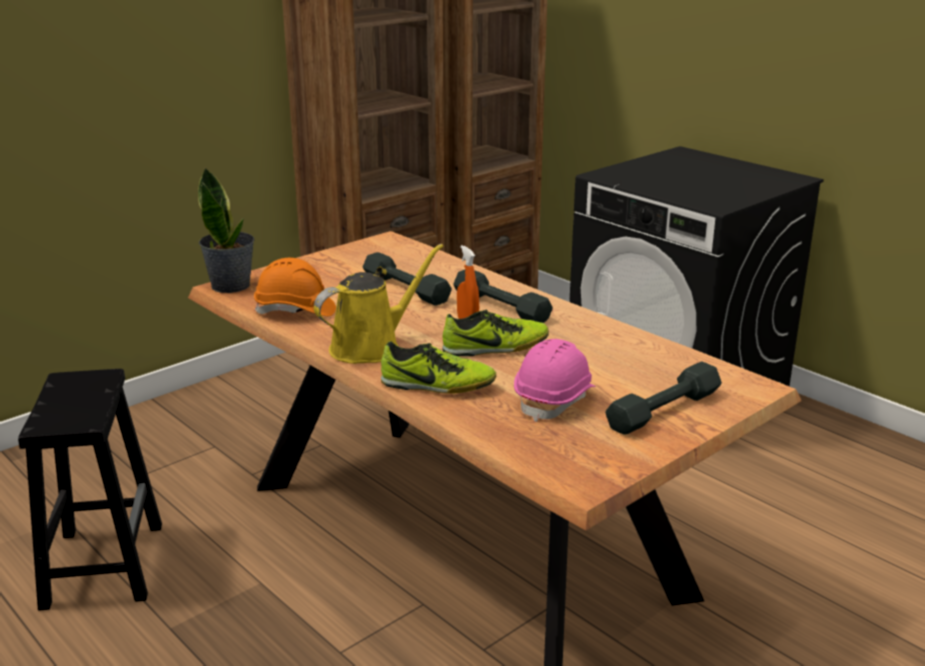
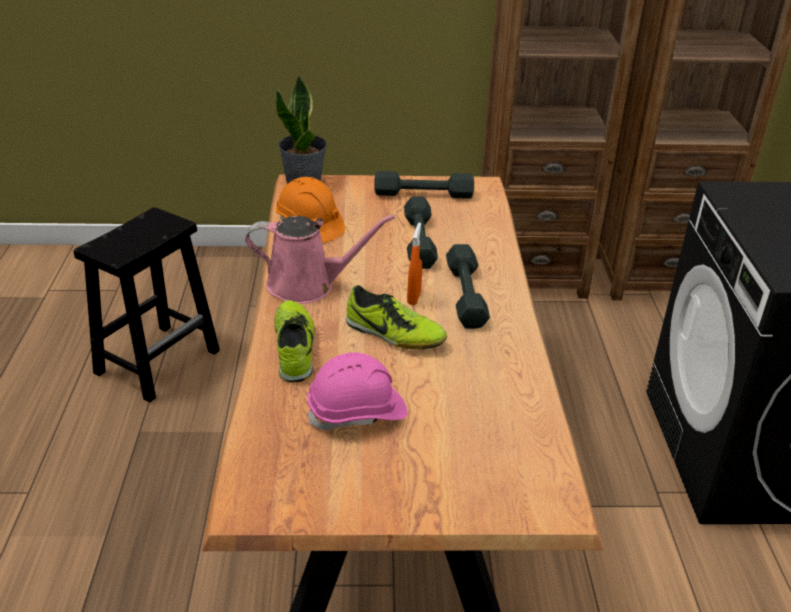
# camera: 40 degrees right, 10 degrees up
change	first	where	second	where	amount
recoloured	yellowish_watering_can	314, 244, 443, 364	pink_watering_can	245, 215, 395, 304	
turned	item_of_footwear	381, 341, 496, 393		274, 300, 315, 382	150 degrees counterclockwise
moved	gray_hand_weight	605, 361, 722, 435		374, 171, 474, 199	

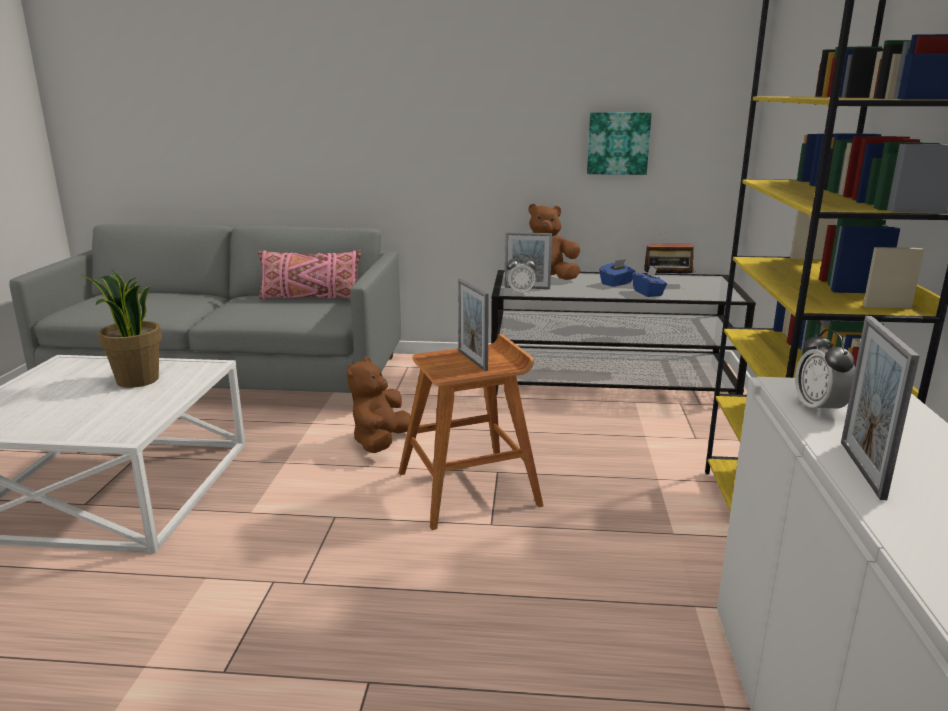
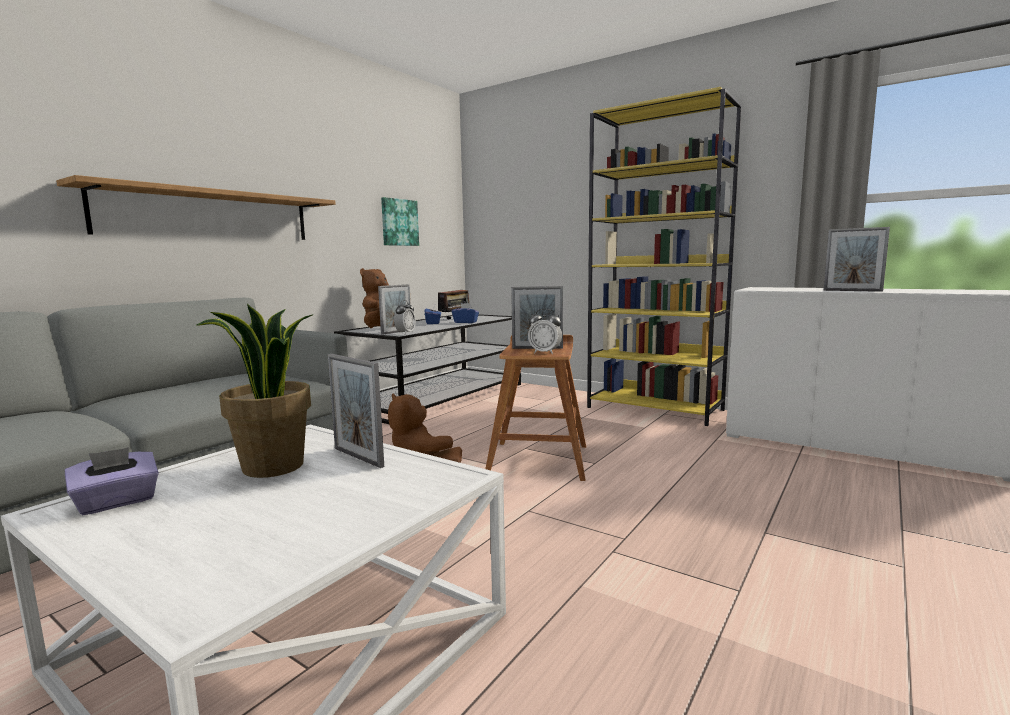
# camera: 60 degrees left, 10 degrees down
change	first	where	second	where	amount
removed	pink_pillow	258, 250, 361, 300			
moved	table_clock	795, 329, 855, 417		528, 309, 562, 354	
added			wall_shelf	56, 175, 335, 240	
added			standing_frame	328, 354, 384, 468	
added			purple_tissue_box	65, 447, 159, 516	

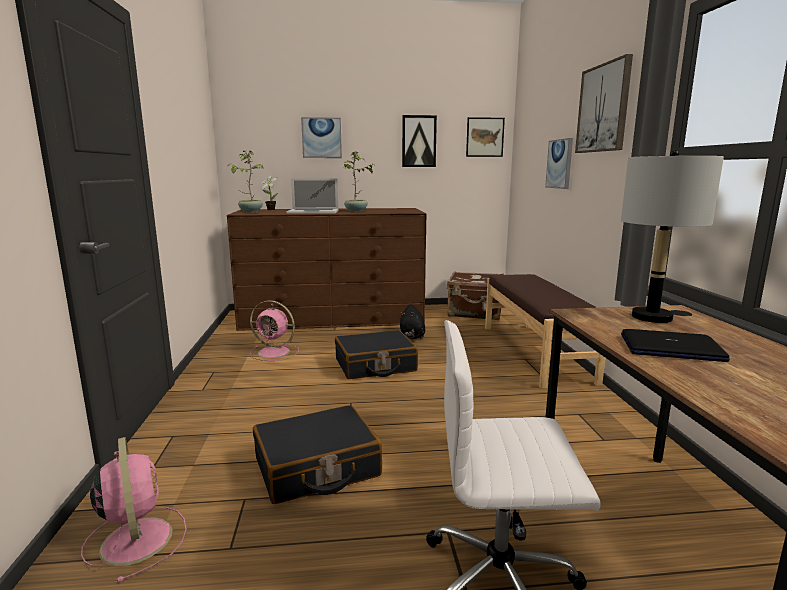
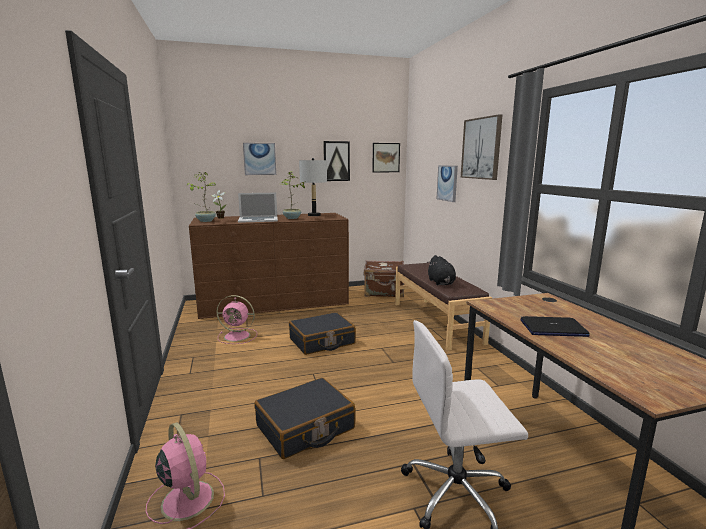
# camera: 10 degrees left, 0 degrees up
change	first	where	second	where	amount
moved	gray_tabletop_lamp	621, 150, 724, 323		299, 158, 327, 216	
moved	black_plush_toy	400, 304, 425, 339		427, 255, 456, 285	

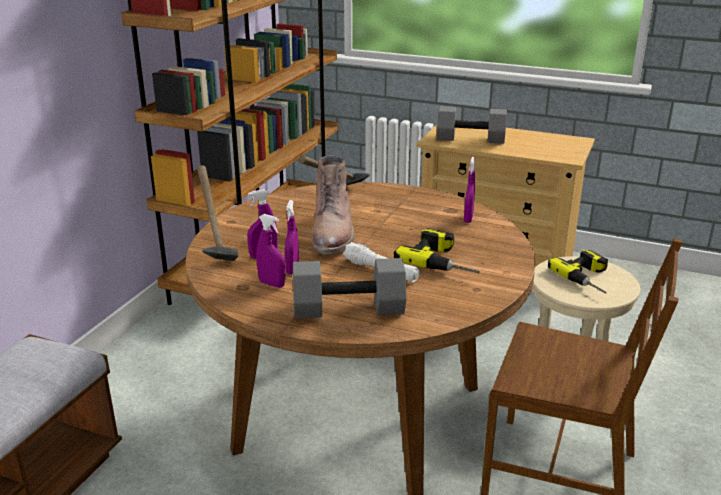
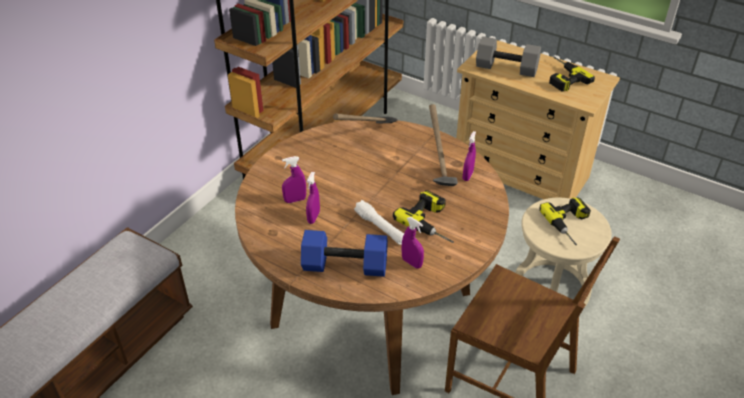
# camera: 10 degrees right, 15 degrees up
change	first	where	second	where	amount
removed	brown_tall_boot	312, 155, 355, 254			
moved	tool_hammer	197, 165, 239, 261		429, 104, 458, 186	
moved	purple_sprayer	256, 214, 285, 288		402, 217, 424, 269	
recoloured	gray_hand_weight	293, 258, 407, 319	bluish_hand_weight	301, 230, 388, 277	
added			drill	549, 56, 595, 92	

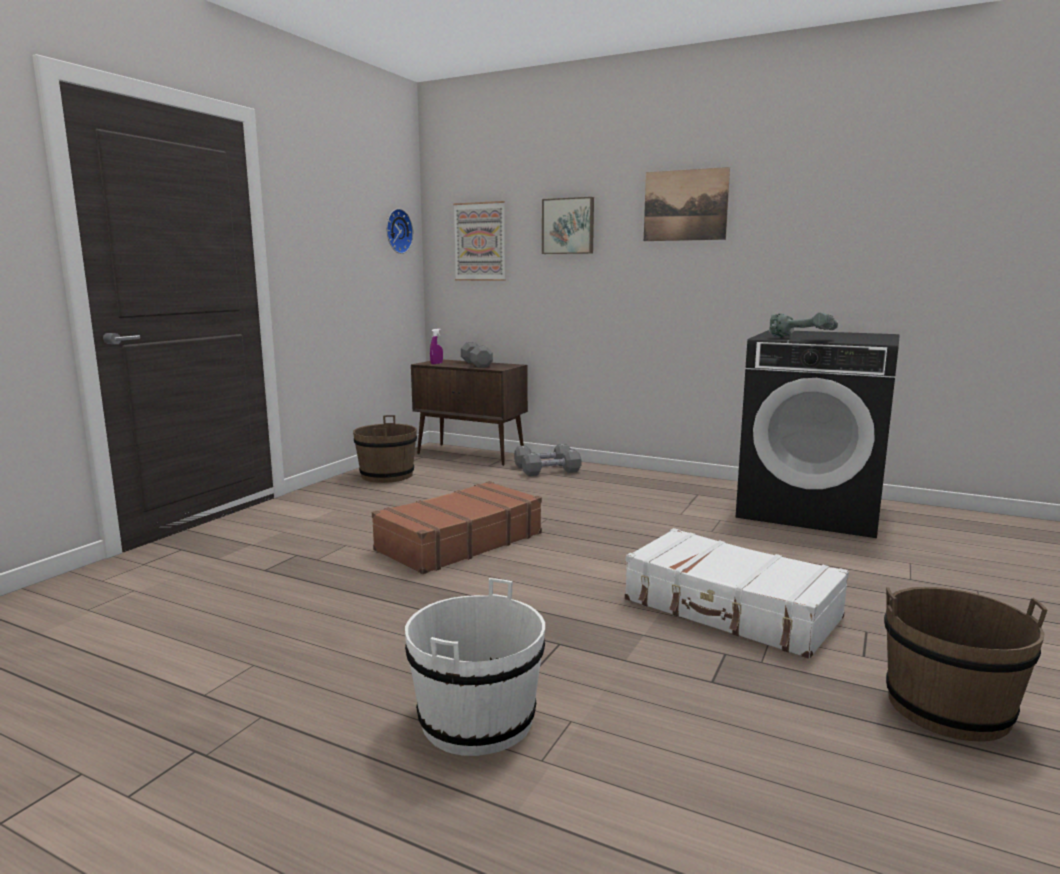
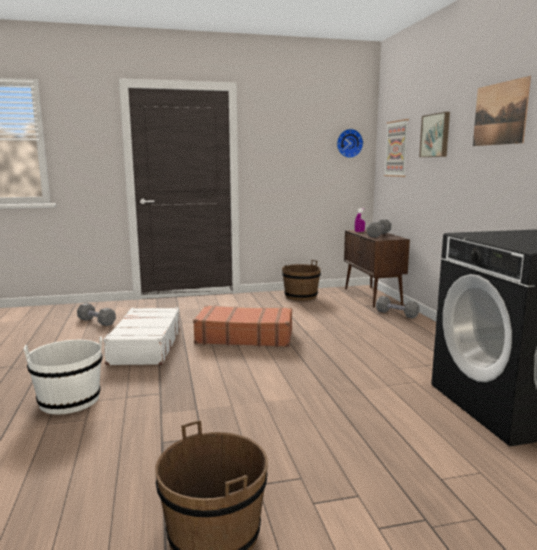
# camera: 50 degrees right, 0 degrees up
change	first	where	second	where	amount
removed	drill	769, 312, 838, 337			
moved	gray_hand_weight	522, 449, 582, 476		77, 303, 116, 326	
moved	whitish_piece_of_luggage	625, 528, 849, 659		103, 307, 180, 365	

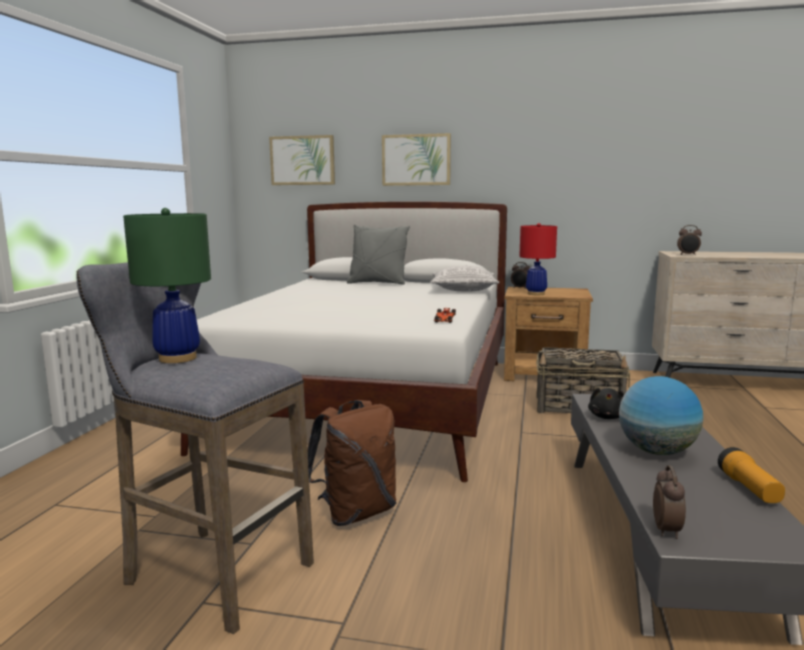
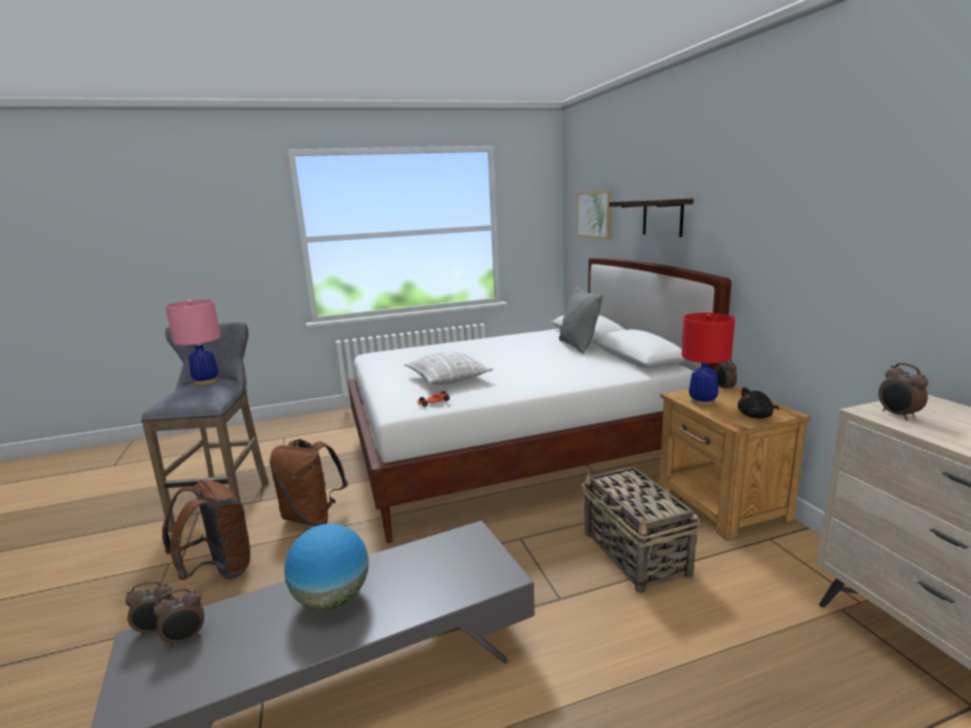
# camera: 60 degrees right, 5 degrees up
change	first	where	second	where	amount
replaced	wall_art	382, 133, 451, 186	wall_shelf	609, 199, 693, 237	
recoloured	green_tabletop_lamp	123, 208, 211, 363	pink_tabletop_lamp	165, 300, 221, 385	
moved	pillow	430, 266, 499, 291		405, 352, 493, 385	
moved	black_plush_toy	588, 388, 624, 419		738, 387, 779, 418	
removed	torch	718, 447, 785, 503			
added			brown_backpack	162, 480, 252, 580	
added			table_clock	154, 588, 204, 648	

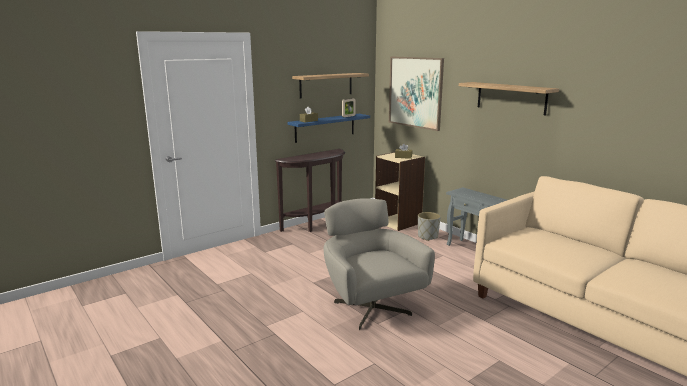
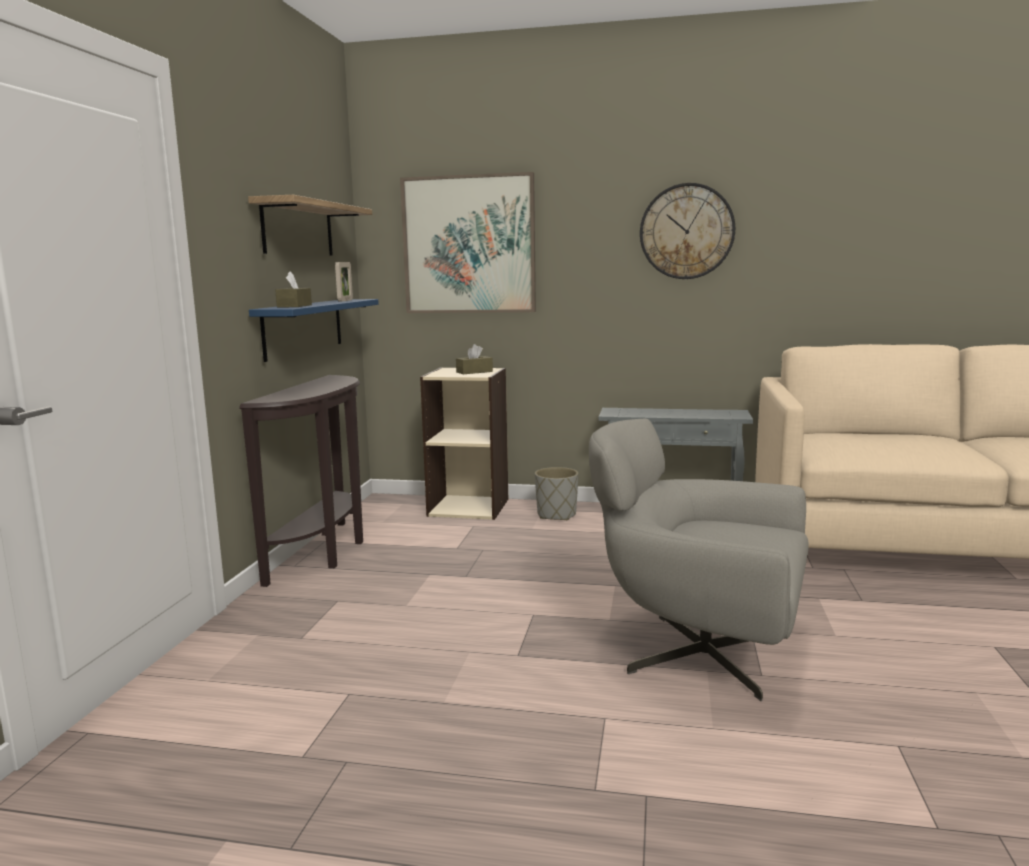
# camera: 40 degrees left, 5 degrees down
change	first	where	second	where	amount
replaced	wall_shelf	459, 82, 559, 116	wall_clock	640, 183, 735, 279	

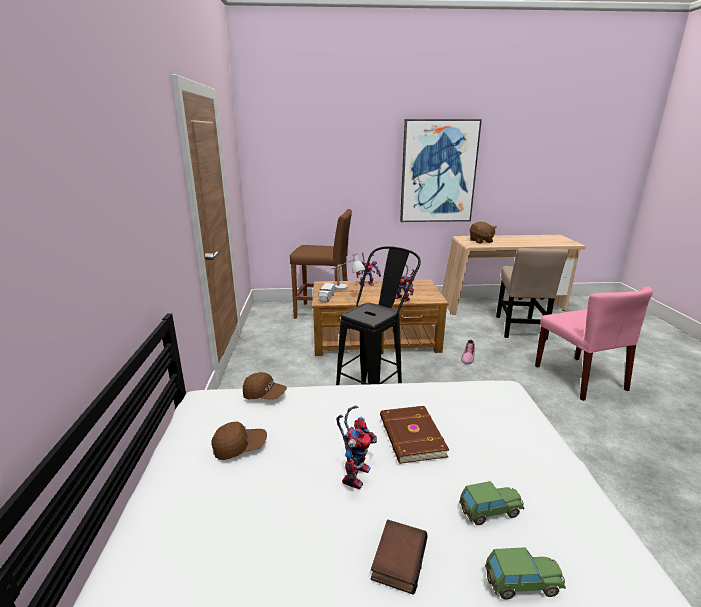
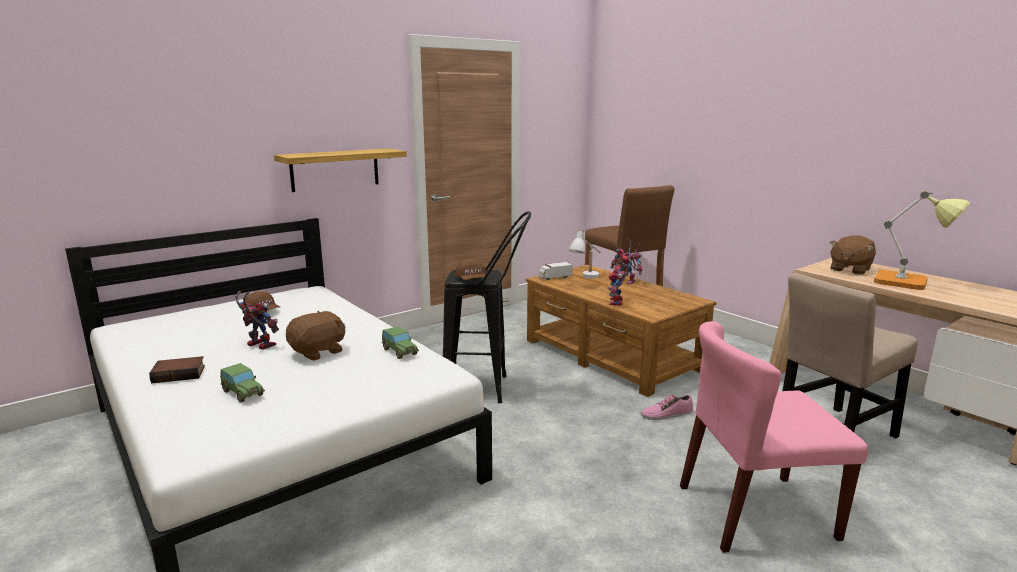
# camera: 55 degrees right, 5 degrees down
change	first	where	second	where	amount
removed	wall_art	400, 119, 482, 222			
turned	pink_upright_chair	535, 287, 653, 401		680, 321, 868, 553	45 degrees clockwise
moved	brown_cap	243, 372, 287, 400		455, 259, 486, 280	
turned	toy_robot	336, 405, 377, 490		235, 291, 279, 350	135 degrees counterclockwise
replaced	brown_book	380, 406, 449, 464	brown_plush_toy	286, 311, 346, 361	
moved	miniature_car	485, 547, 566, 600		382, 326, 419, 359	
added			wall_shelf	274, 148, 407, 192	
added			tabletop_lamp	874, 191, 970, 290	

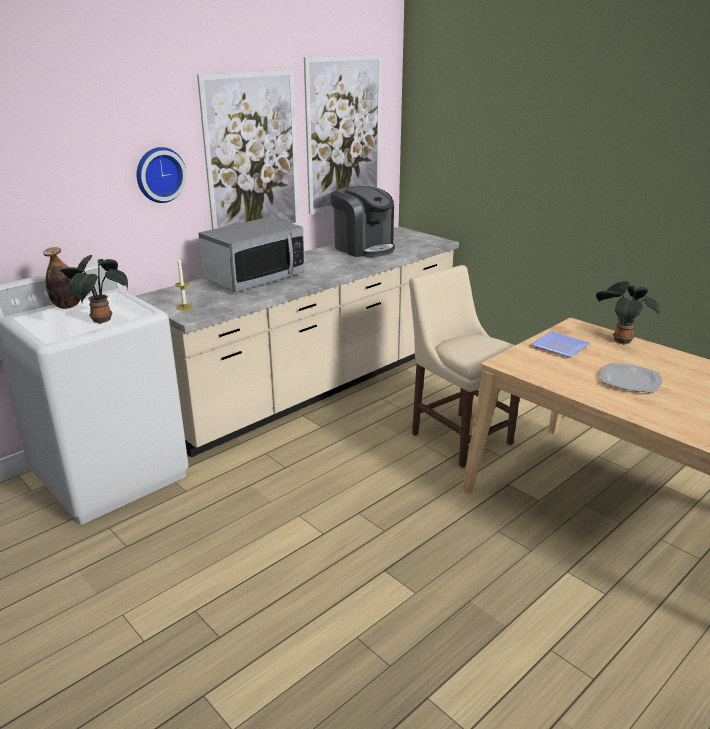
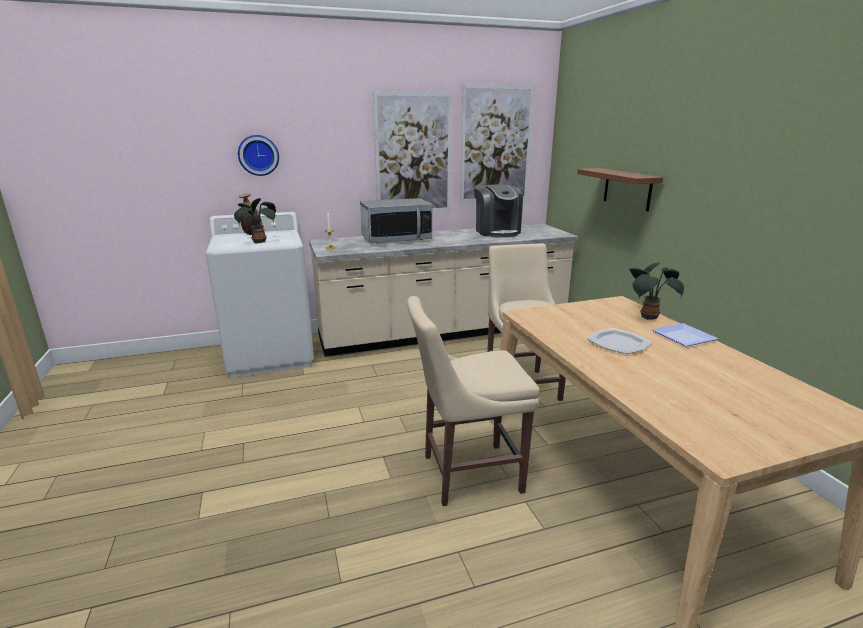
# camera: 25 degrees right, 5 degrees down
change	first	where	second	where	amount
moved	wall_clock	137, 147, 187, 203		238, 135, 279, 176	
moved	flat_dish	530, 331, 590, 357		651, 323, 719, 347	
added			brown_wall_shelf	577, 168, 663, 211	
added			beige_upright_chair	407, 296, 540, 506	

